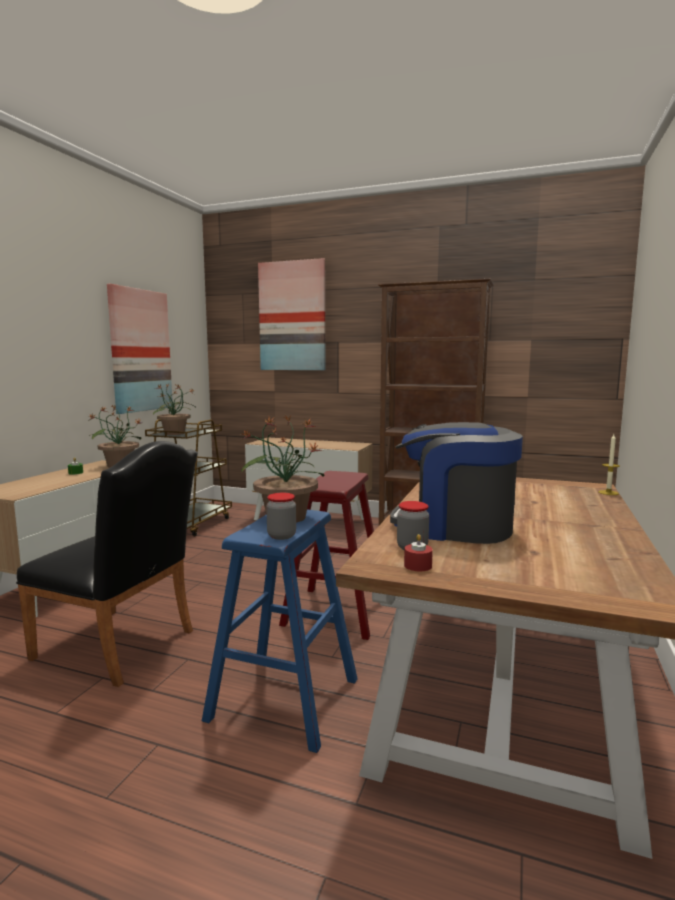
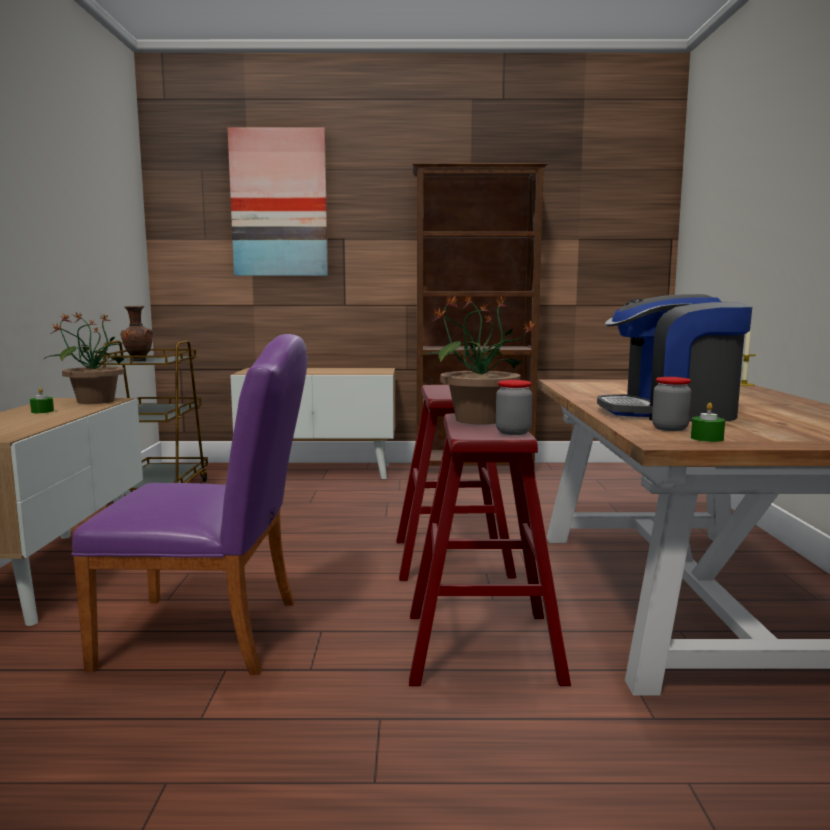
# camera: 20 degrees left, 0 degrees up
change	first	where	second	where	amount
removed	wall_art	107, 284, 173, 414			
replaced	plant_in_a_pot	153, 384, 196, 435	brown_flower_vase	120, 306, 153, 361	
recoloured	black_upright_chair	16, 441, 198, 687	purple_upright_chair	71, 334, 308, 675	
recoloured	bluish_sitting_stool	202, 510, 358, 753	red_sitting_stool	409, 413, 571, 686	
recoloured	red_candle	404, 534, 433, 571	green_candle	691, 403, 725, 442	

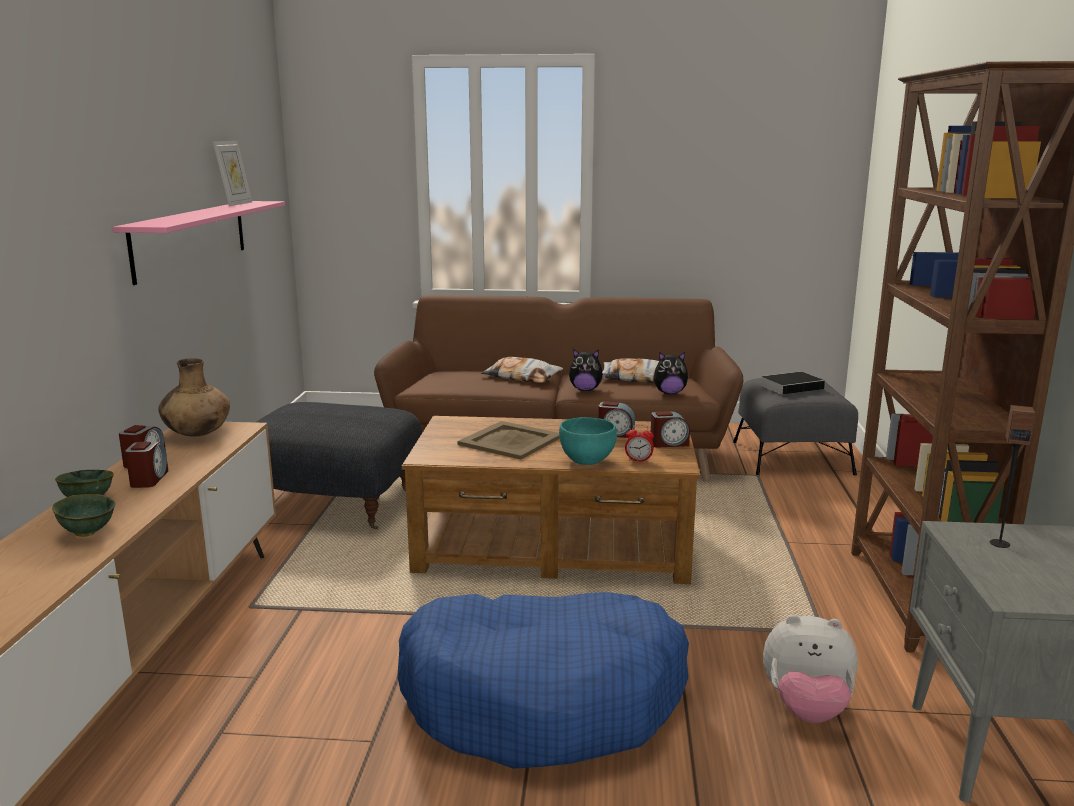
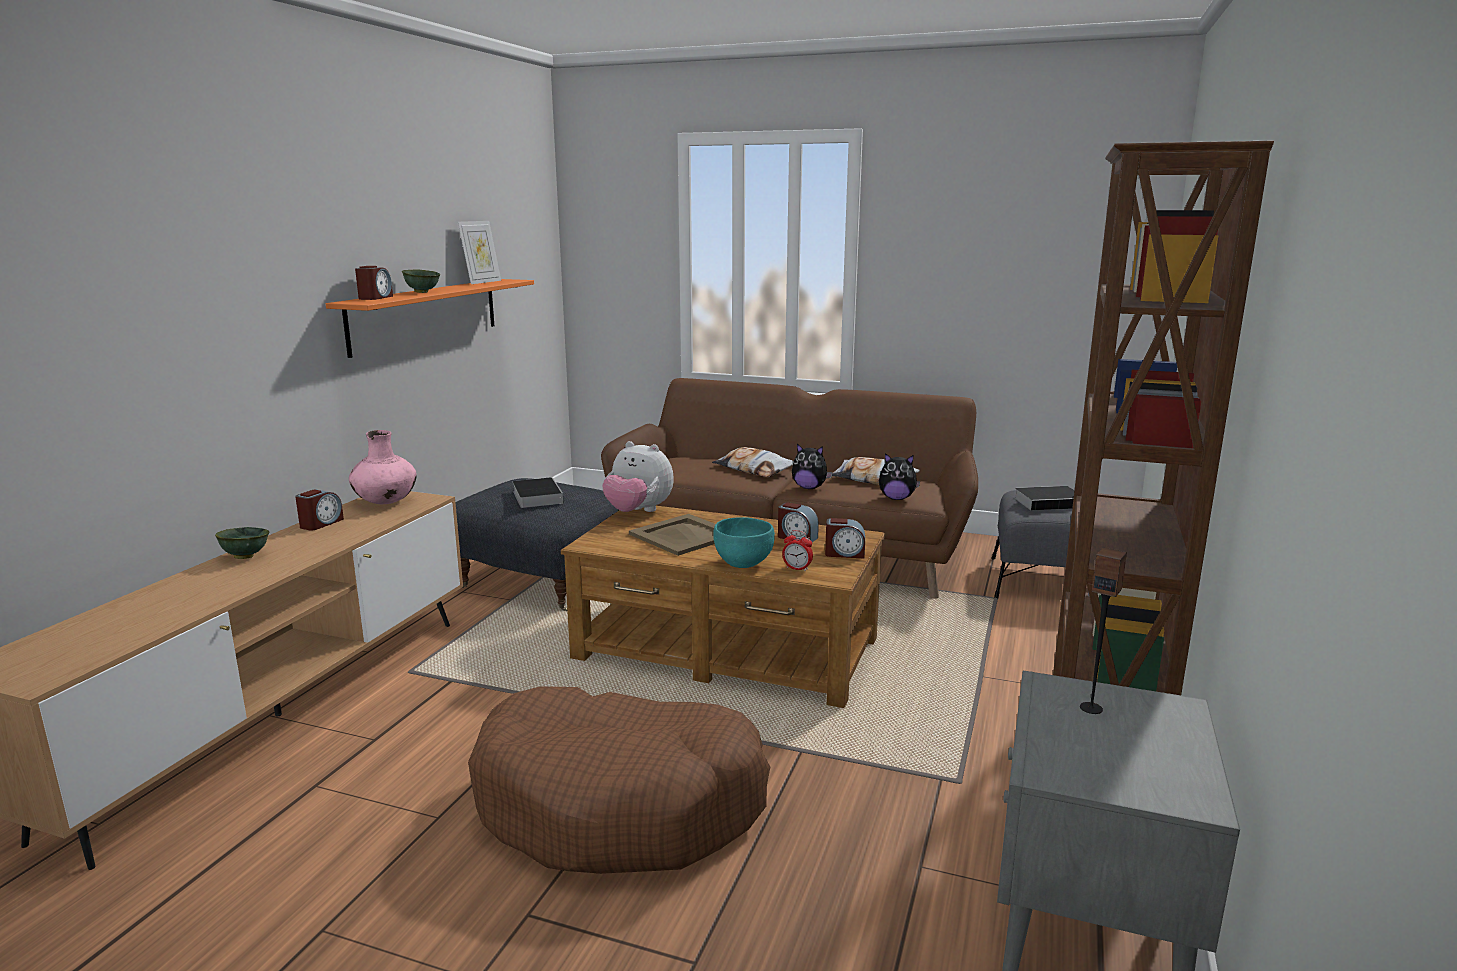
# camera: 15 degrees right, 0 degrees up
change	first	where	second	where	amount
recoloured	pink_wall_shelf	112, 201, 285, 285	orange-coloured_wall_shelf	326, 279, 534, 358	
recoloured	brown_flower_vase	158, 358, 230, 437	pink_flower_vase	349, 430, 417, 504	
moved	table_clock	125, 442, 168, 488		355, 266, 393, 300	
moved	green_bowl	52, 494, 116, 537		402, 269, 440, 293	
recoloured	bluish_pet_bed	397, 592, 689, 769	brown_pet_bed	468, 686, 770, 874	
moved	plush_toy	763, 615, 857, 723		602, 441, 674, 512	
added			book	513, 477, 563, 508	

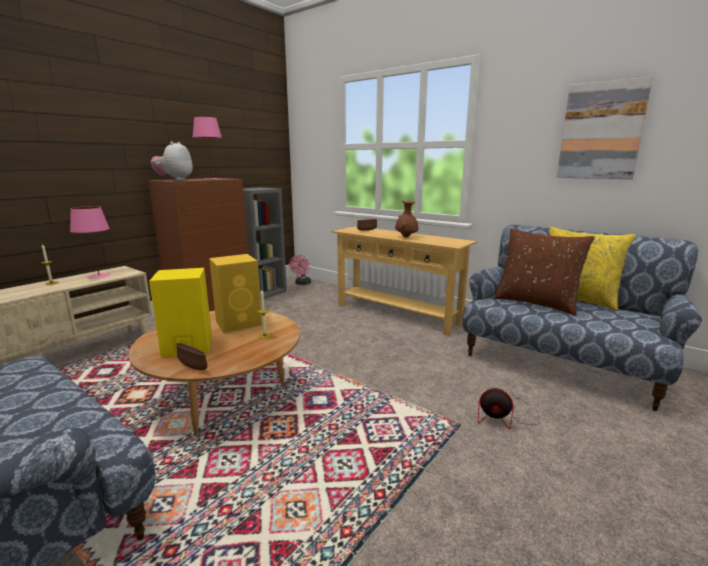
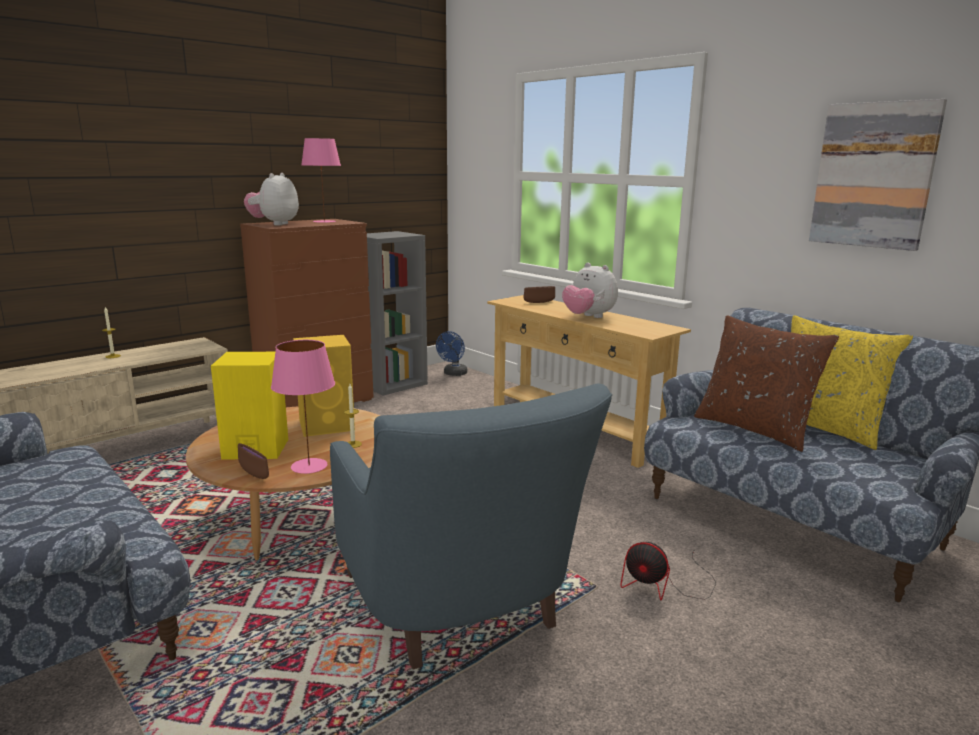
# camera: 10 degrees right, 0 degrees up
change	first	where	second	where	amount
replaced	brown_flower_vase	395, 201, 418, 237	plush_toy	562, 263, 618, 318	
moved	pink_tabletop_lamp	70, 206, 110, 279		271, 340, 335, 474	
recoloured	pink_electric_fan	289, 255, 311, 285	bluish_electric_fan	436, 331, 467, 376	
added			bluish_easy_chair	330, 384, 612, 669	

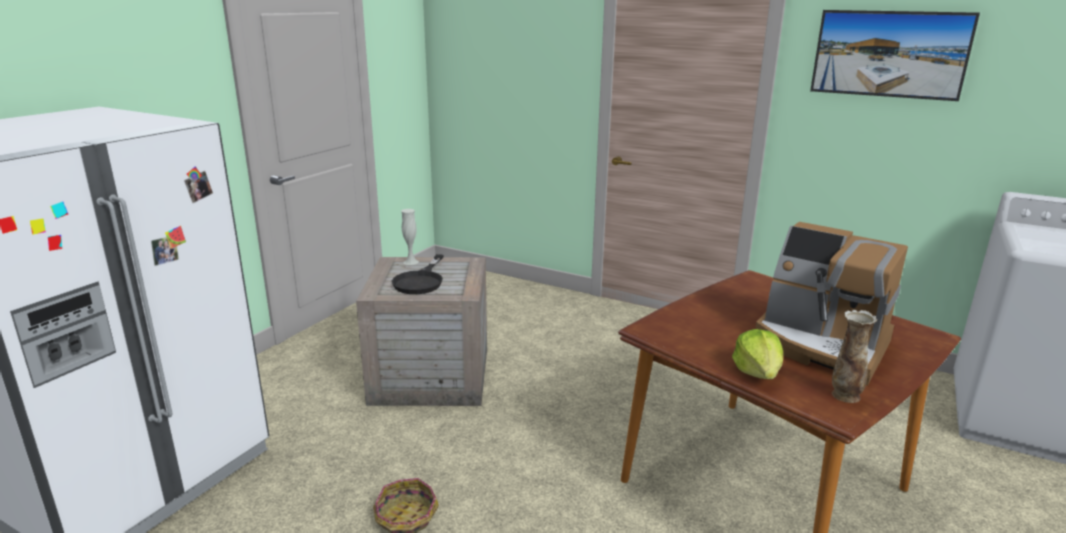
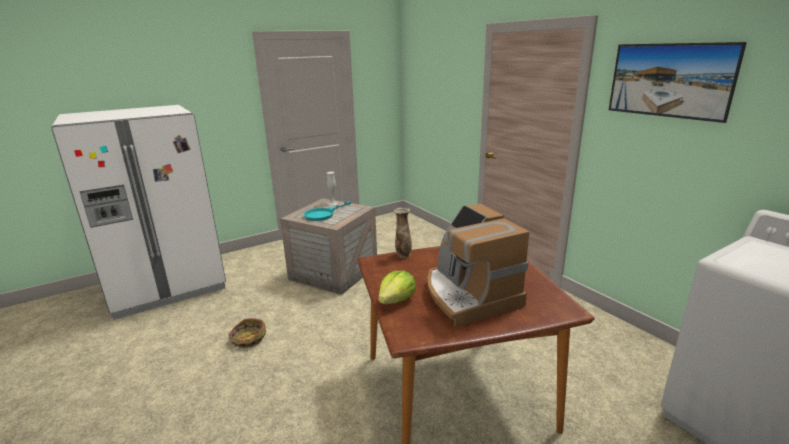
# camera: 30 degrees right, 0 degrees up
change	first	where	second	where	amount
recoloured	black_frying_pan	392, 254, 444, 294	blue-green_frying_pan	304, 201, 351, 221	
moved	flower_vase	832, 310, 877, 403		394, 208, 412, 258	

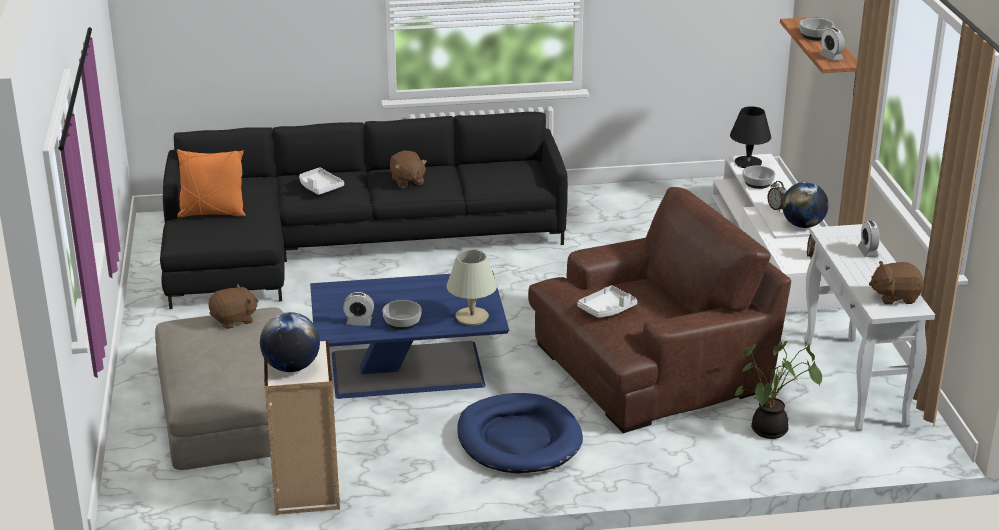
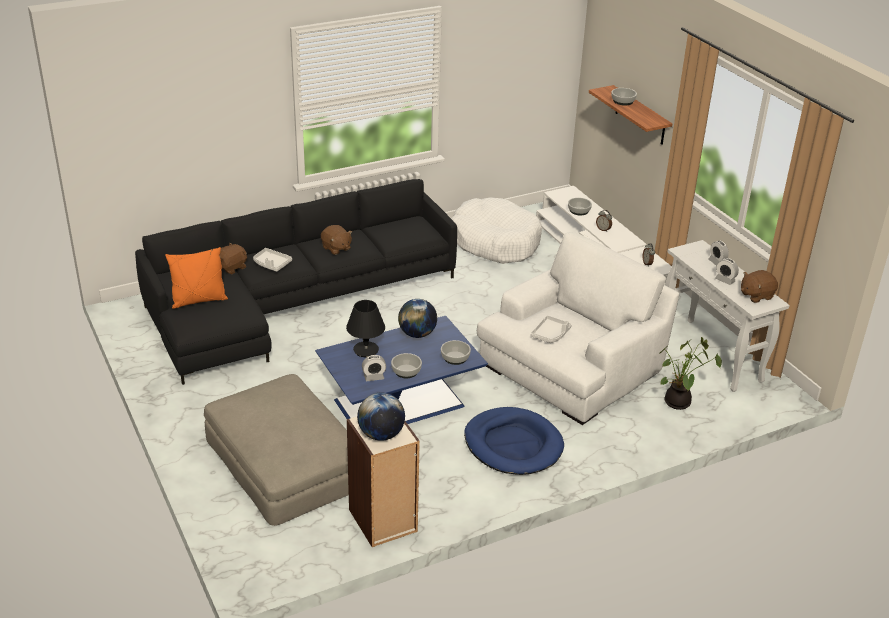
# camera: 20 degrees left, 5 degrees up
change	first	where	second	where	amount
moved	table_clock	820, 28, 845, 61		715, 258, 739, 285	
moved	black_tabletop_lamp	730, 106, 771, 168		346, 300, 385, 357	
moved	desk_globe	782, 182, 829, 228		398, 299, 437, 338	
recoloured	brown_easy_chair	528, 187, 791, 433	whitish_easy_chair	477, 232, 679, 425	
replaced	beige_tabletop_lamp	447, 249, 497, 326	bowl	441, 340, 471, 365	
moved	brown_plush_toy	208, 284, 259, 329		219, 242, 247, 274	
added			whitish_pet_bed	451, 197, 542, 264	

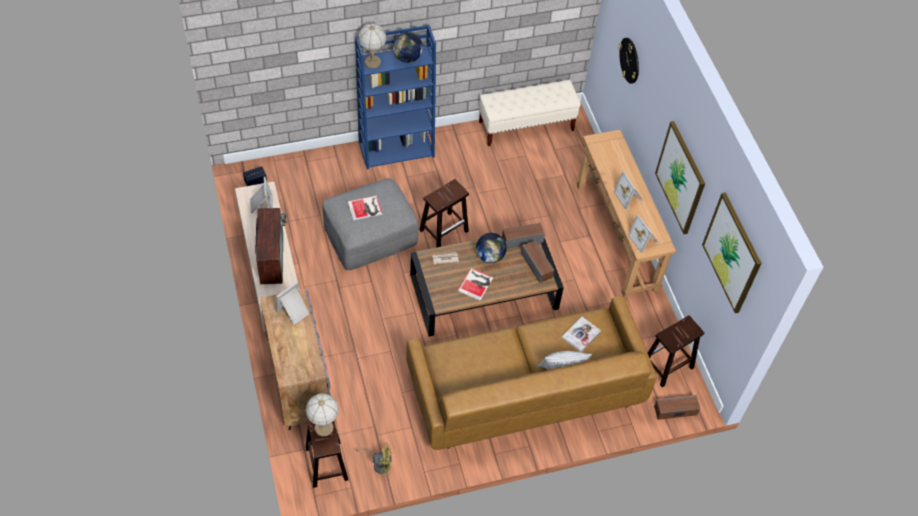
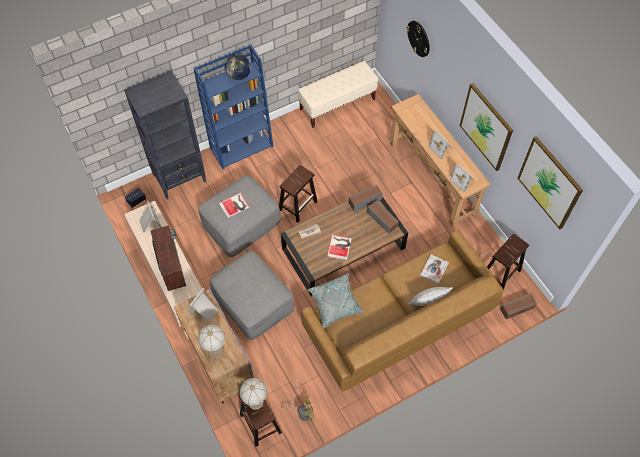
# camera: 10 degrees left, 5 degrees up
change	first	where	second	where	amount
moved	tabletop_lamp	358, 23, 387, 68		198, 325, 225, 358	
removed	desk_globe	476, 233, 507, 263			
added			black_bookshelf	124, 71, 206, 199	
added			gray_footrest	210, 251, 294, 340	
added			gray_pillow	306, 273, 365, 328	

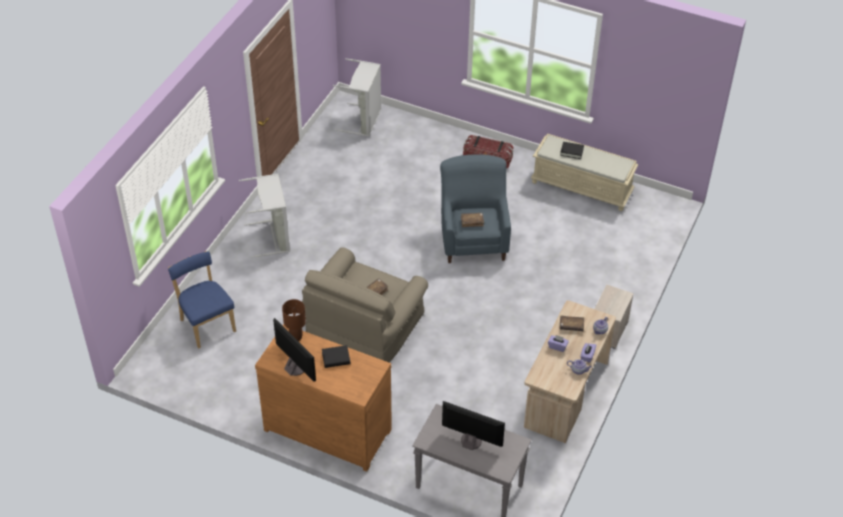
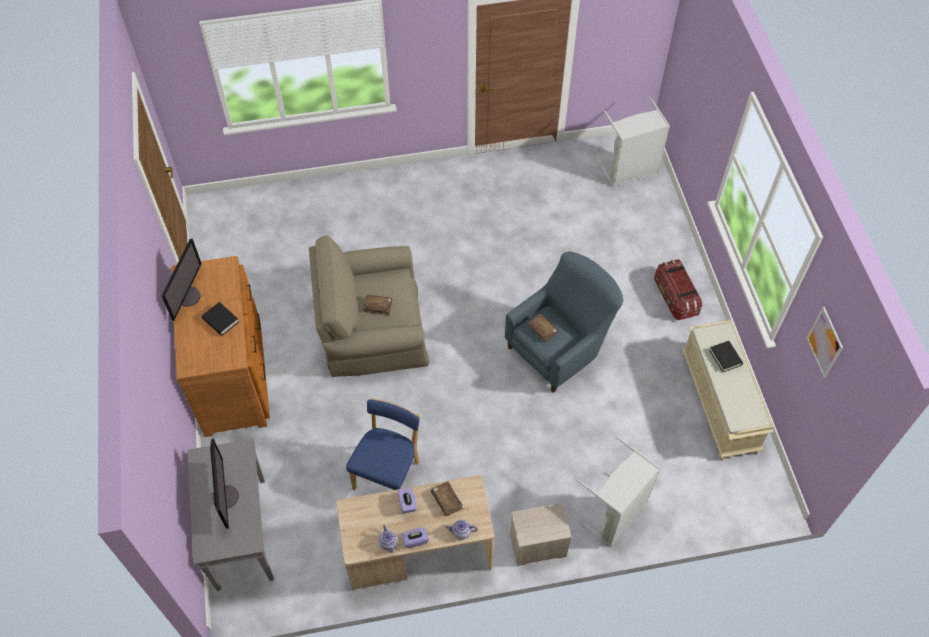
# camera: 55 degrees right, 10 degrees up
change	first	where	second	where	amount
moved	gray_hamper	239, 174, 290, 258		570, 436, 661, 547	
moved	bluish_upright_chair	168, 251, 236, 349		346, 398, 420, 491	
removed	brown_tabletop_lamp	282, 299, 306, 341			
added			wall_art	806, 307, 843, 378	

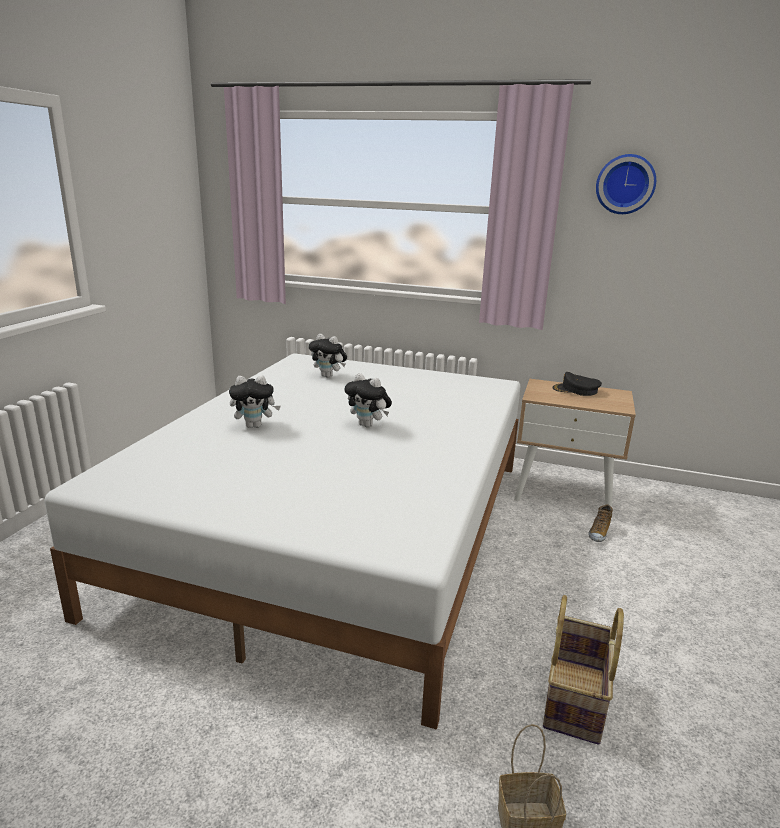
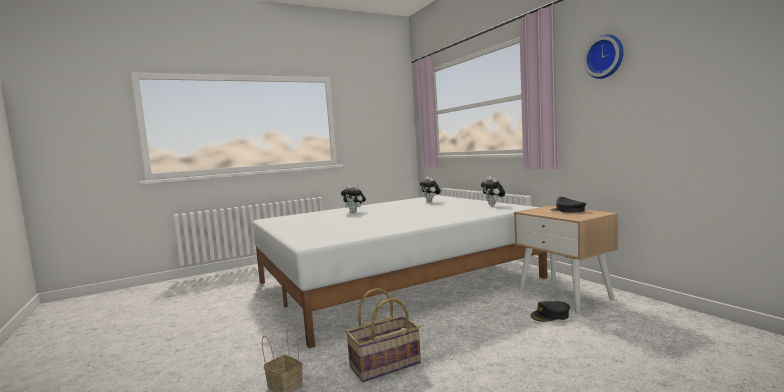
# camera: 45 degrees right, 15 degrees down
change	first	where	second	where	amount
moved	plush_toy	344, 373, 392, 428		481, 177, 505, 205	
replaced	item_of_footwear	588, 504, 613, 542	black_cap	531, 301, 570, 322	

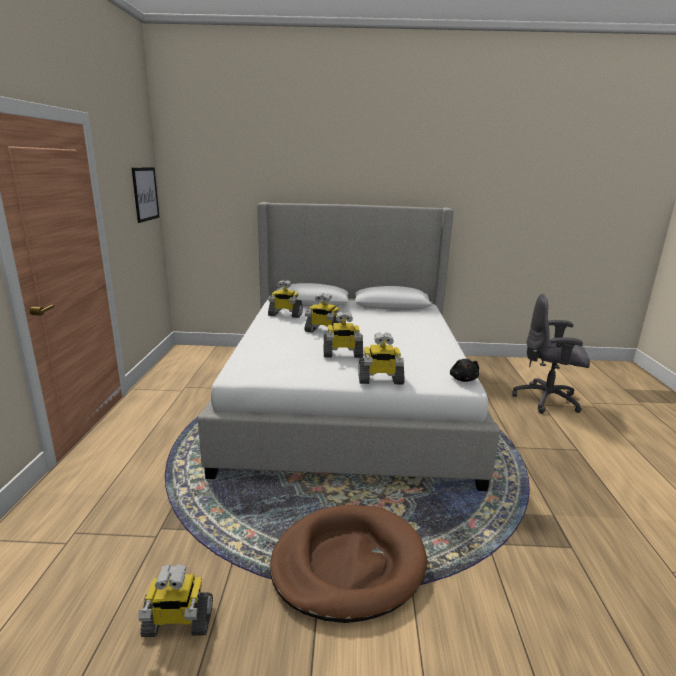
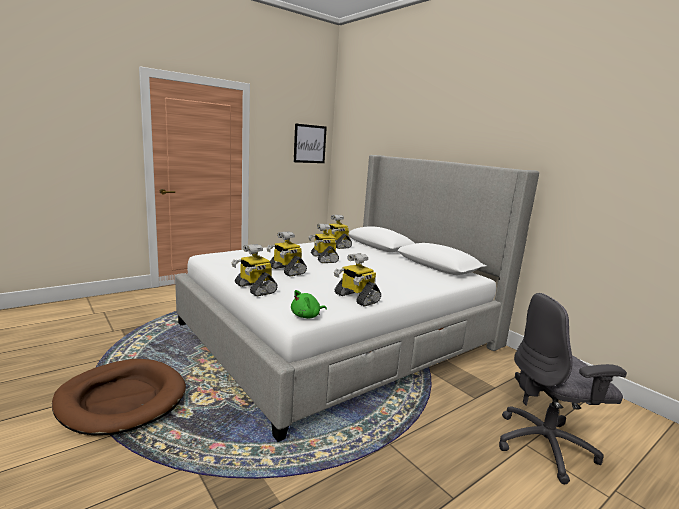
# camera: 50 degrees right, 5 degrees down
change	first	where	second	where	amount
turned	gray_office_chair	512, 294, 590, 414		499, 293, 627, 484	75 degrees counterclockwise
recoloured	black_plush_toy	450, 359, 479, 382	green_plush_toy	291, 290, 327, 318	
moved	toy_robot	138, 564, 213, 637		334, 253, 381, 306	

